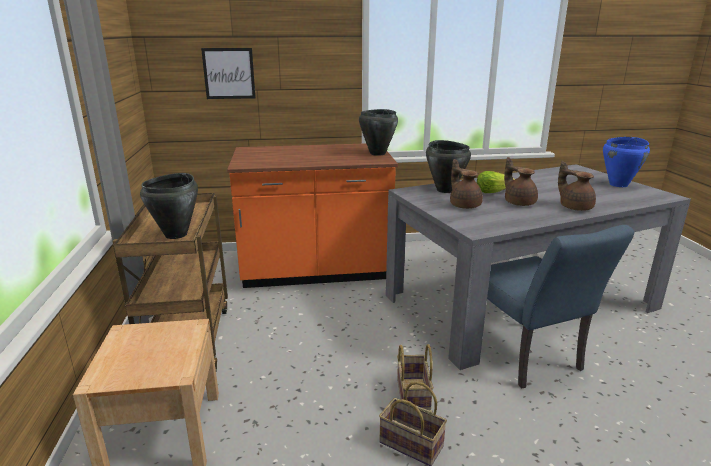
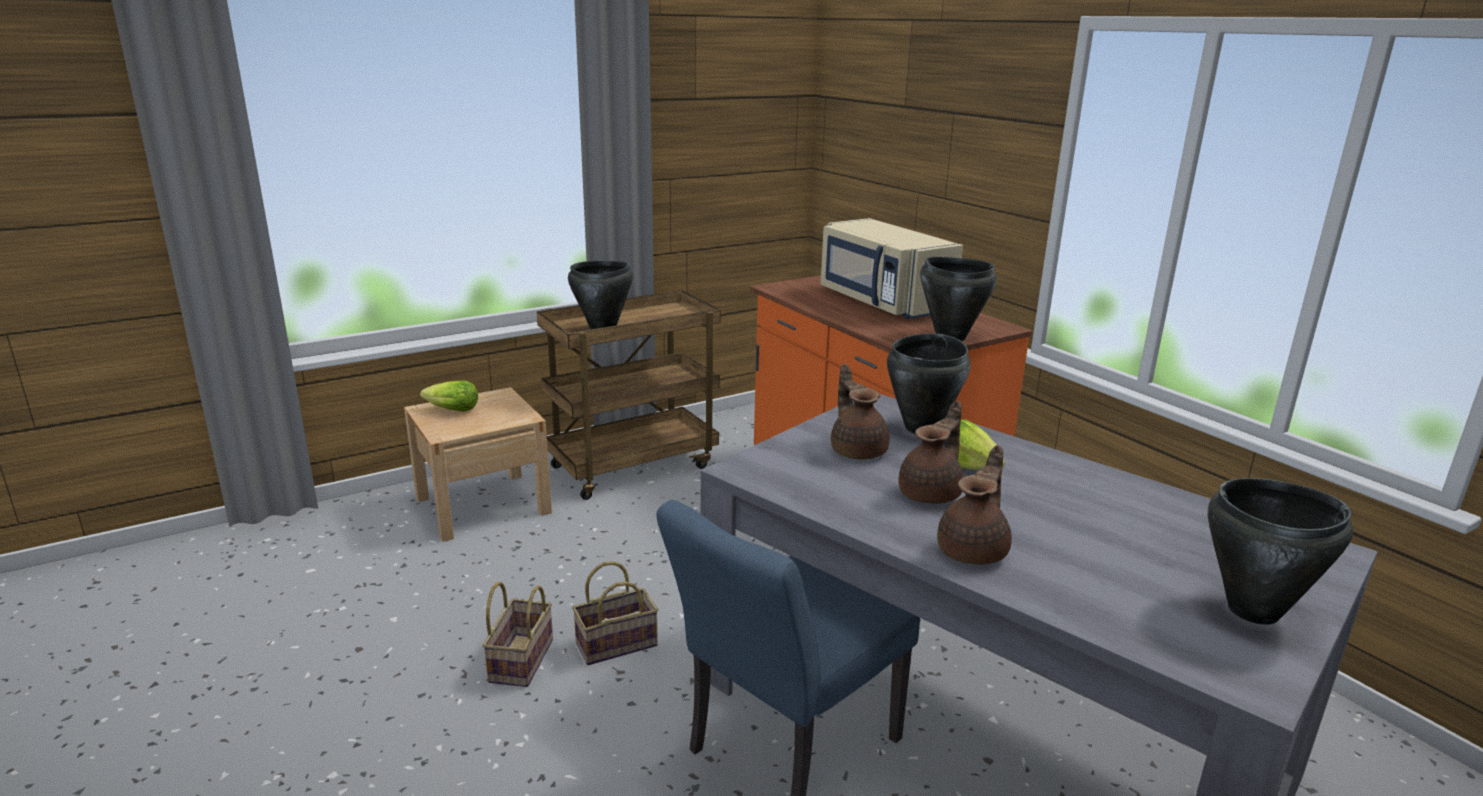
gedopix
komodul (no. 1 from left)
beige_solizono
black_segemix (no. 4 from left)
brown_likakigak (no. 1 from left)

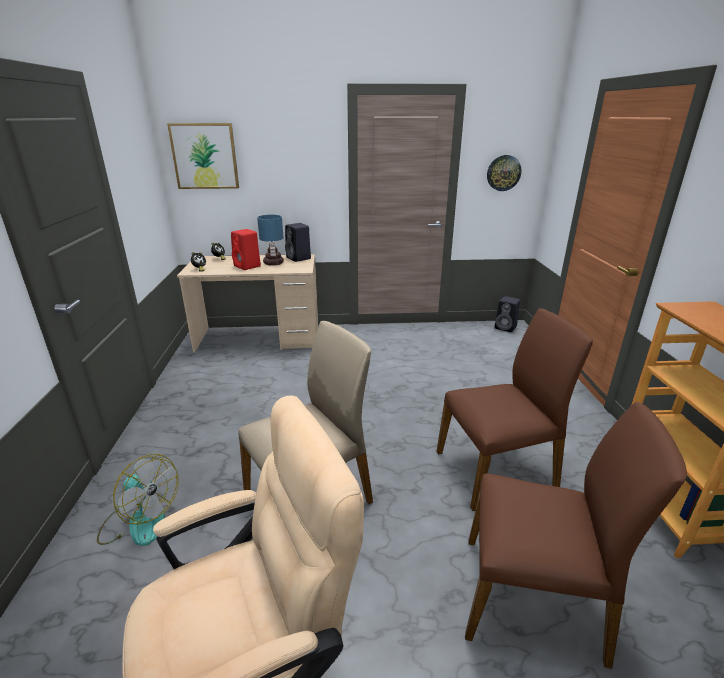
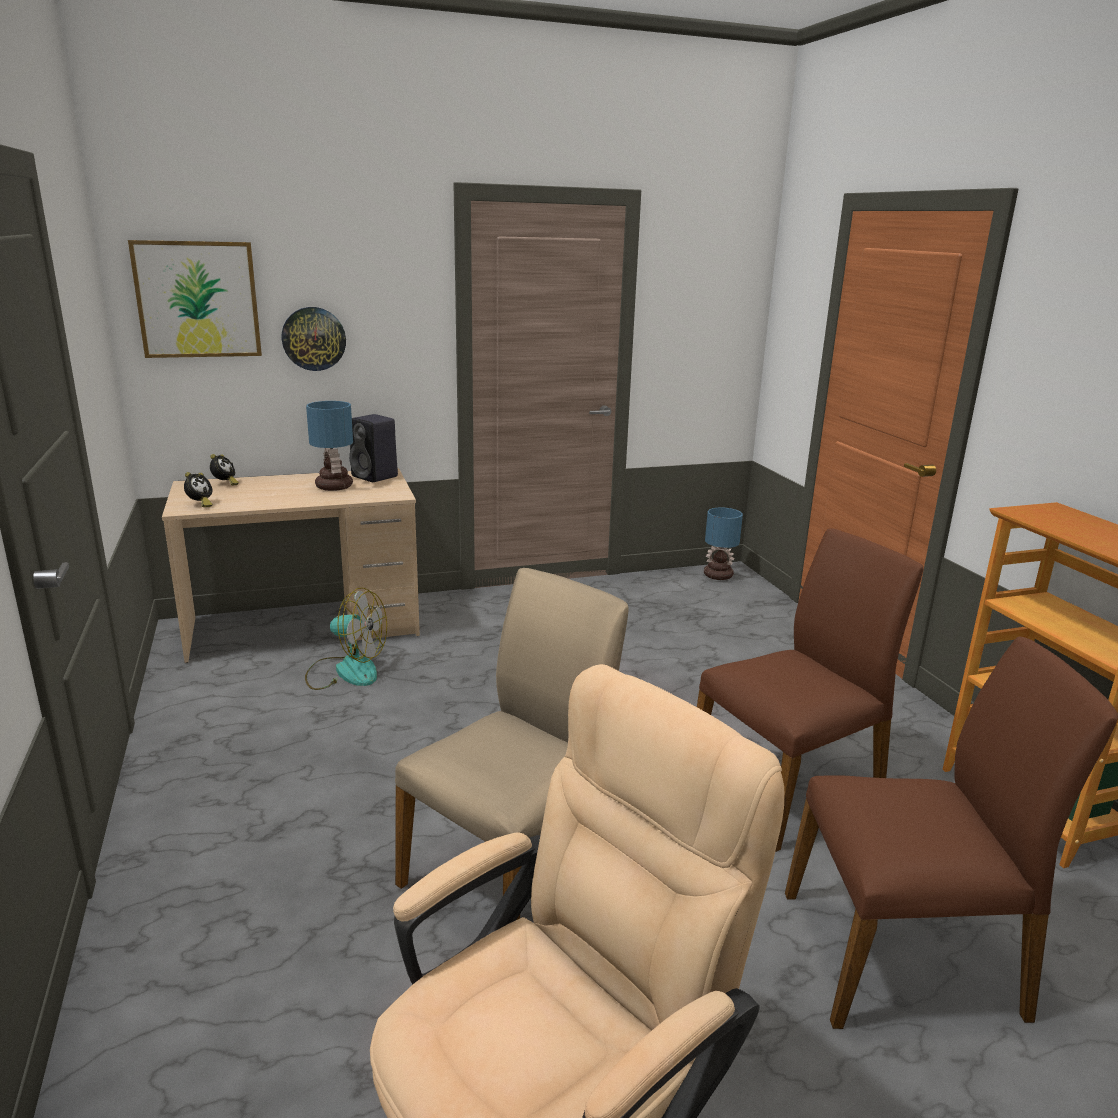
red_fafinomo
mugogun
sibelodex
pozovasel (no. 2 from left)

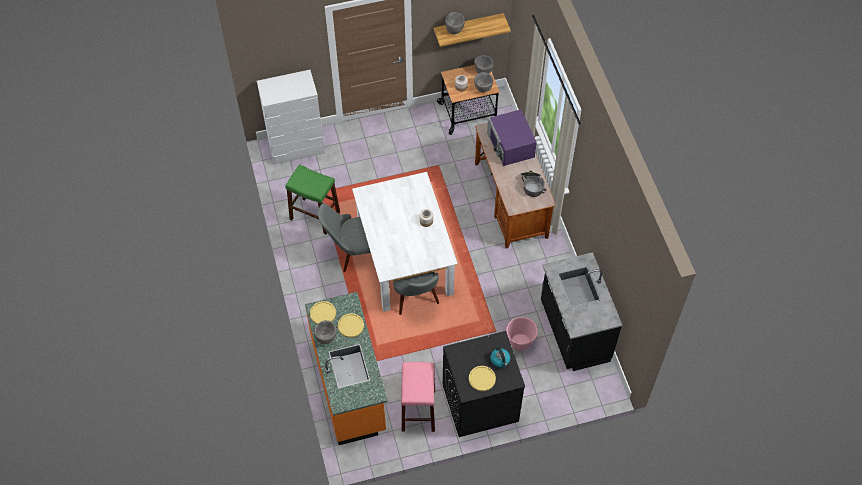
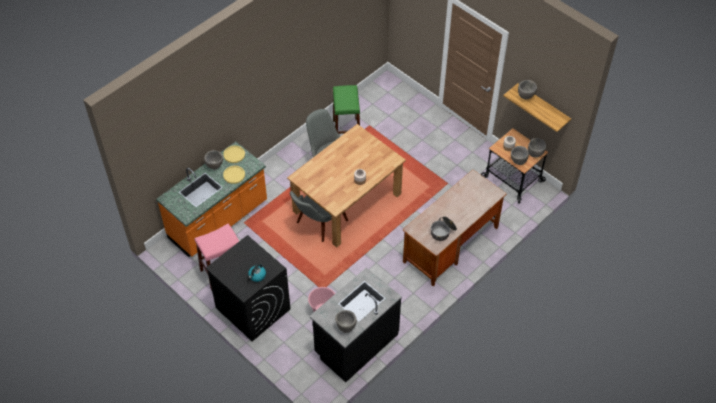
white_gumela
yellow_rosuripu (no. 3 from left in the first image)
purple_solizono
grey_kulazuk (no. 2 from left)
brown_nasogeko

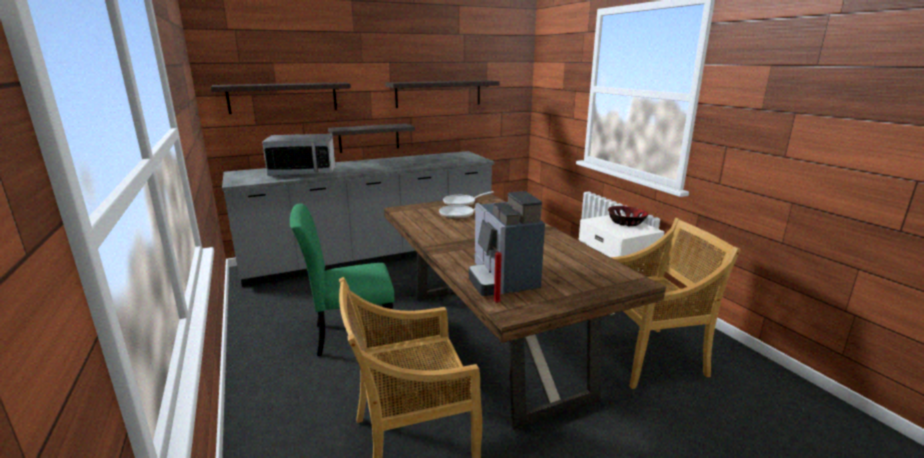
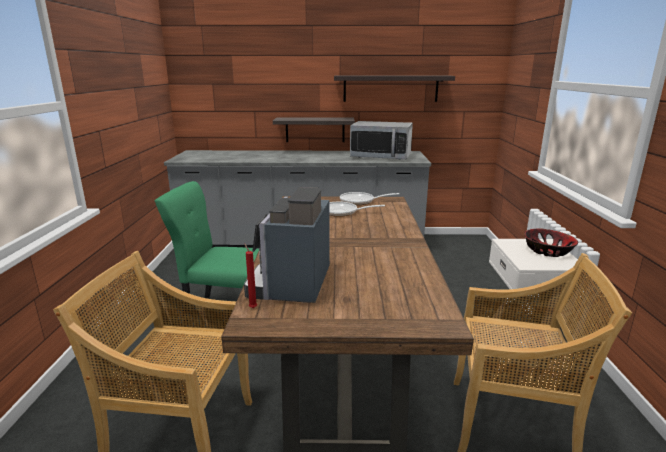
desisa (no. 1 from left in the first image)
solizono

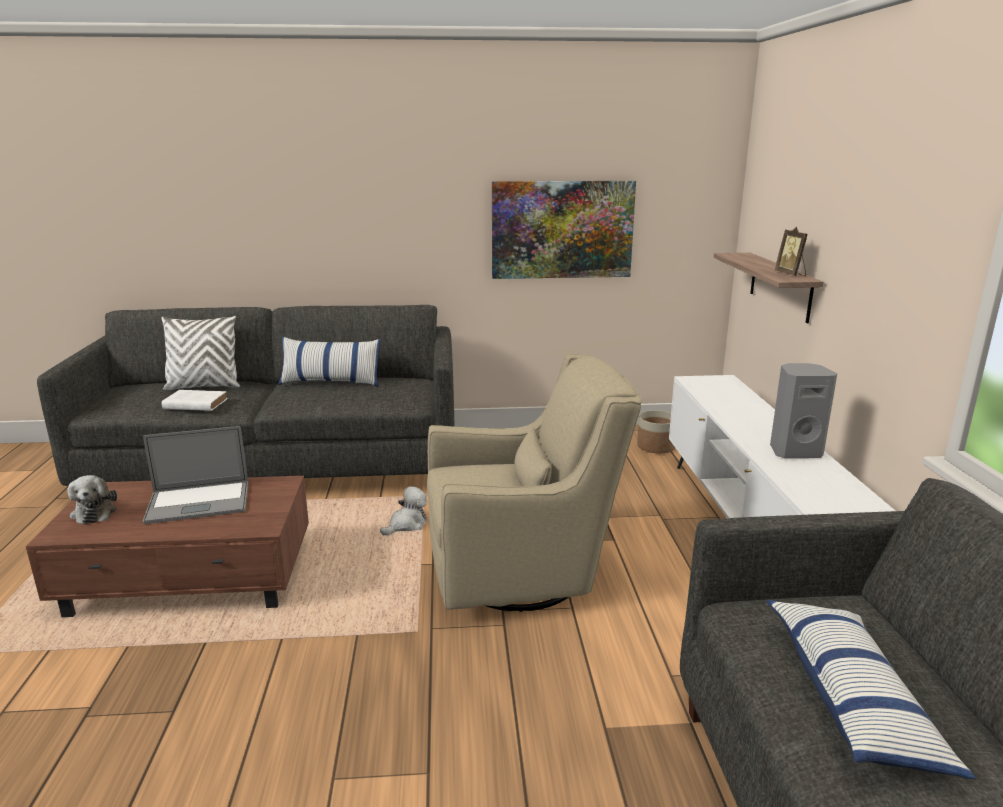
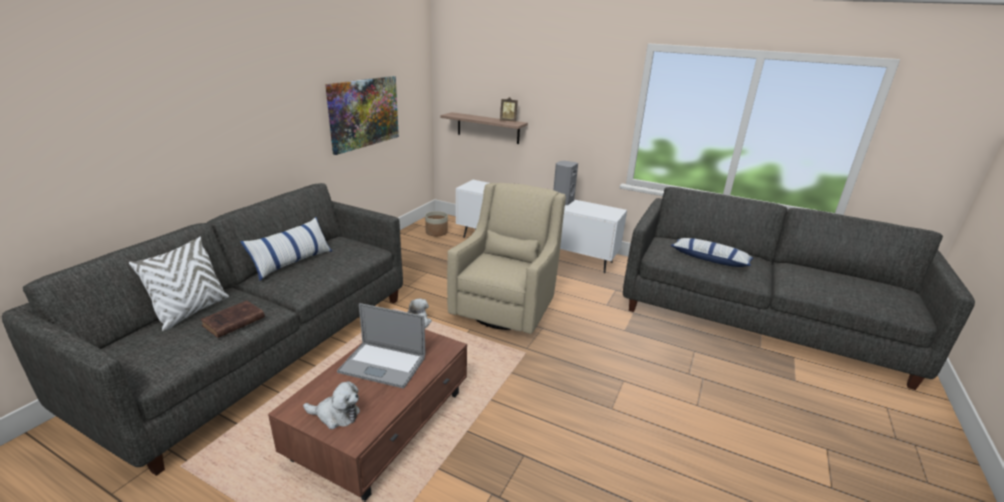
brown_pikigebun
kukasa

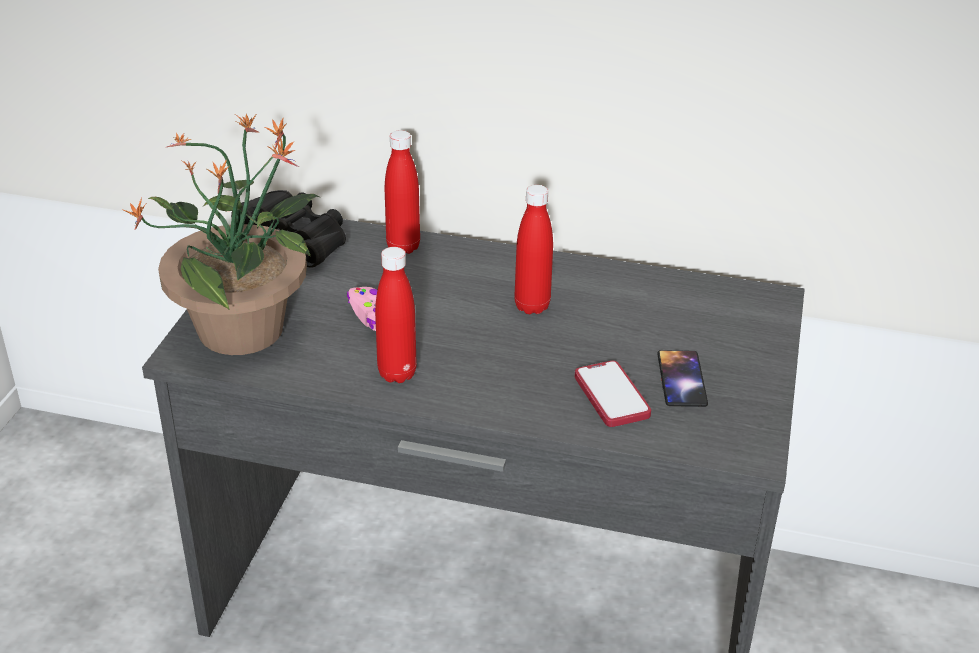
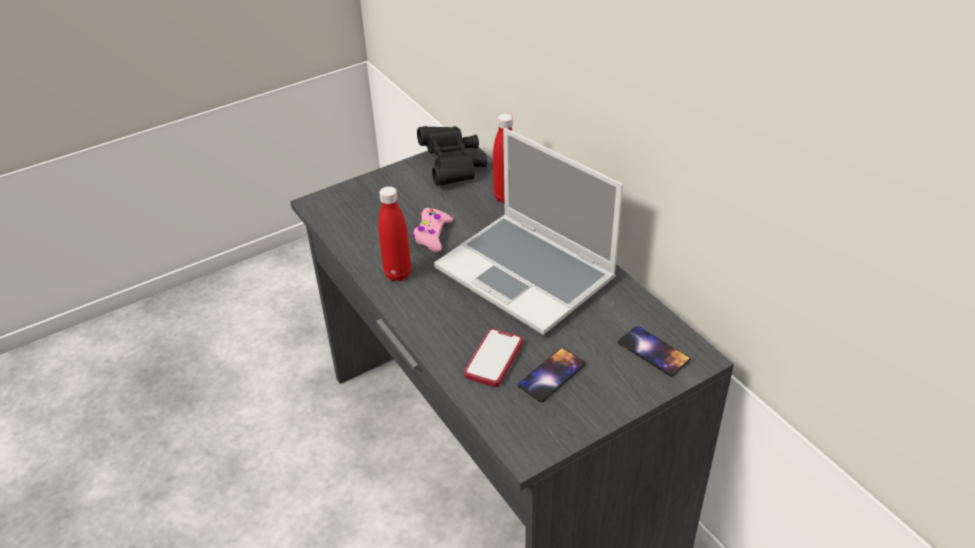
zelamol
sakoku (no. 3 from left)
kukasa

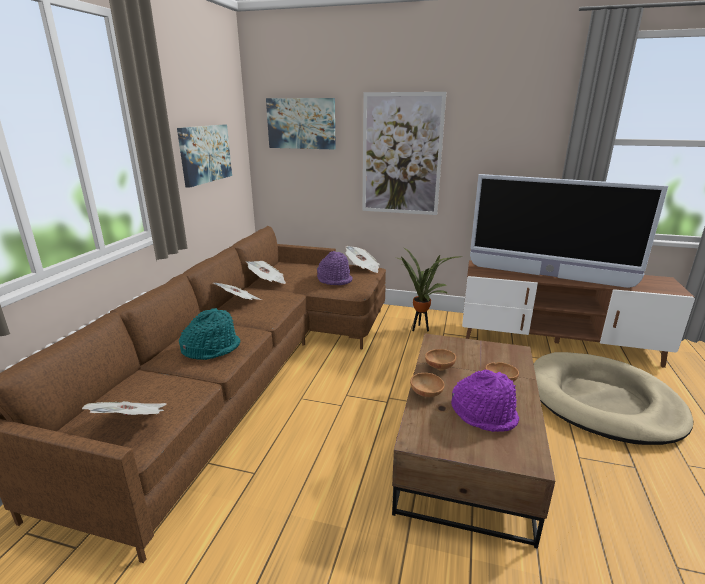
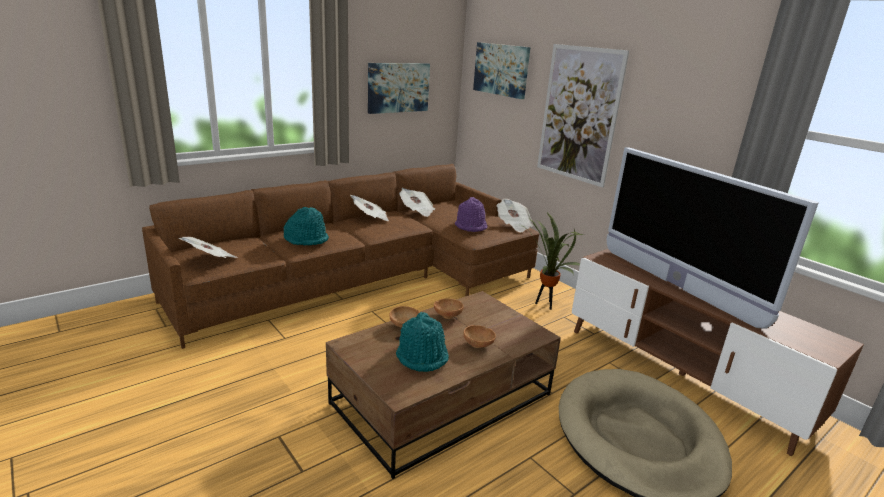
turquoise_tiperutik (no. 2 from left)

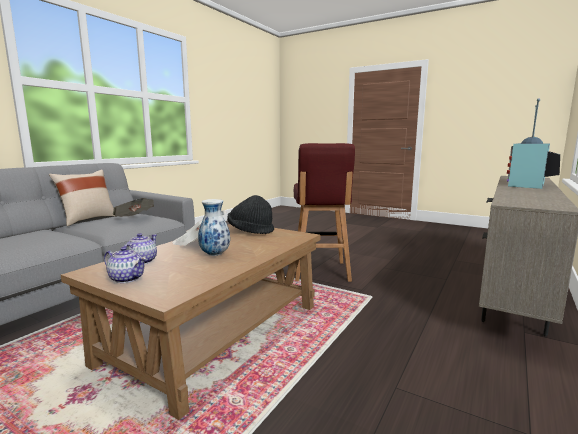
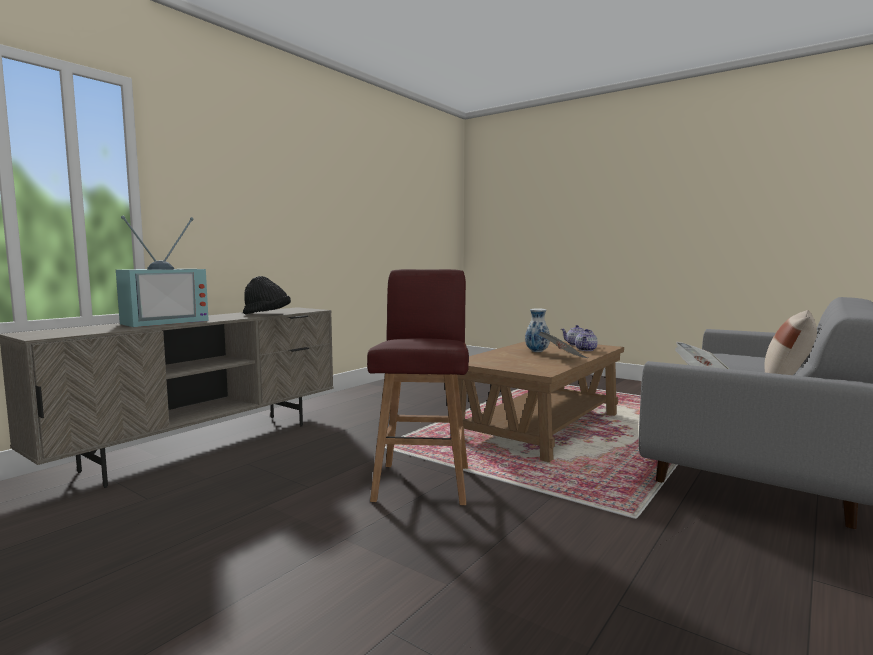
black_tiperutik

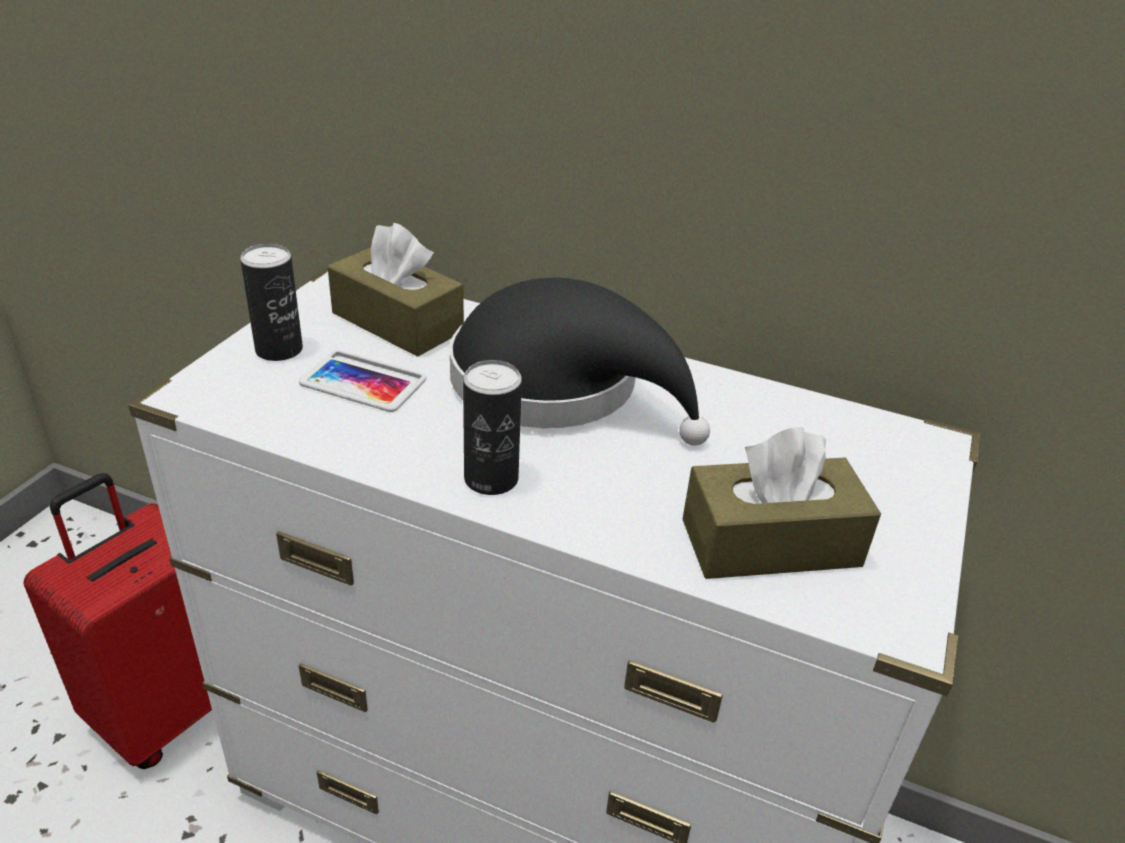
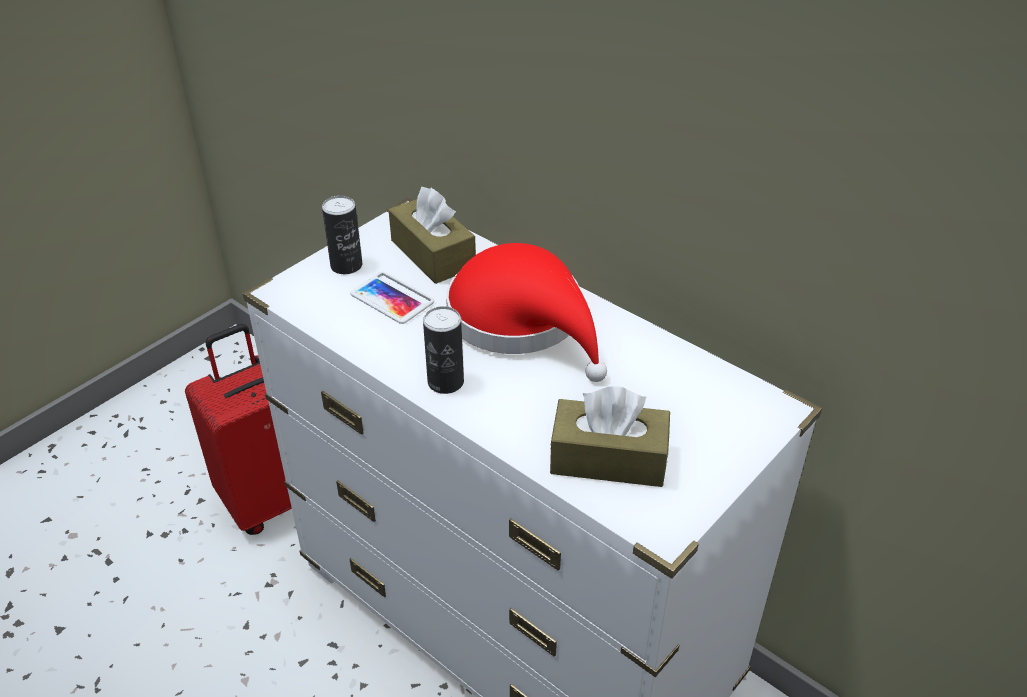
red_tiperutik

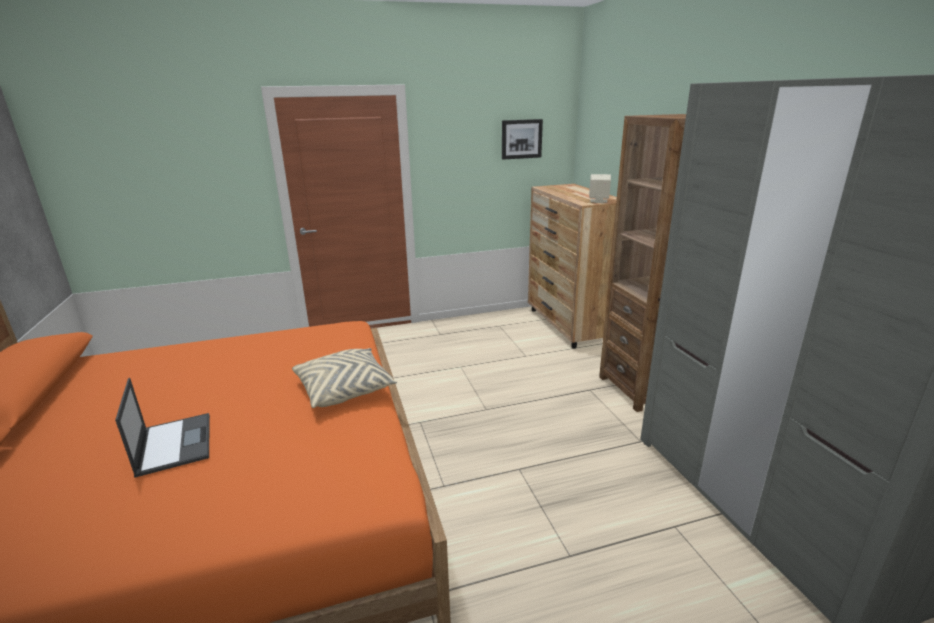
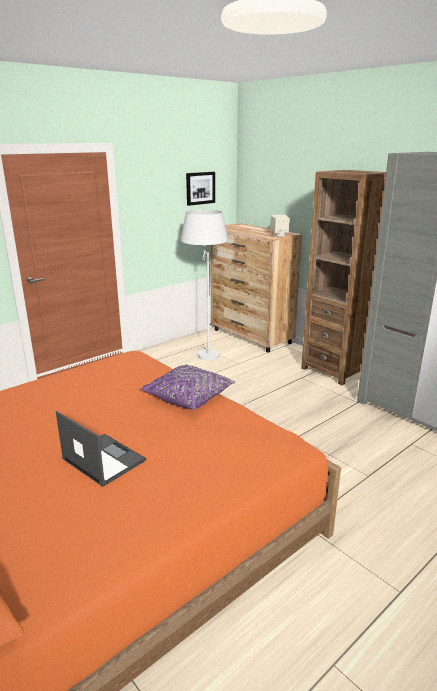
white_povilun
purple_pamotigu

